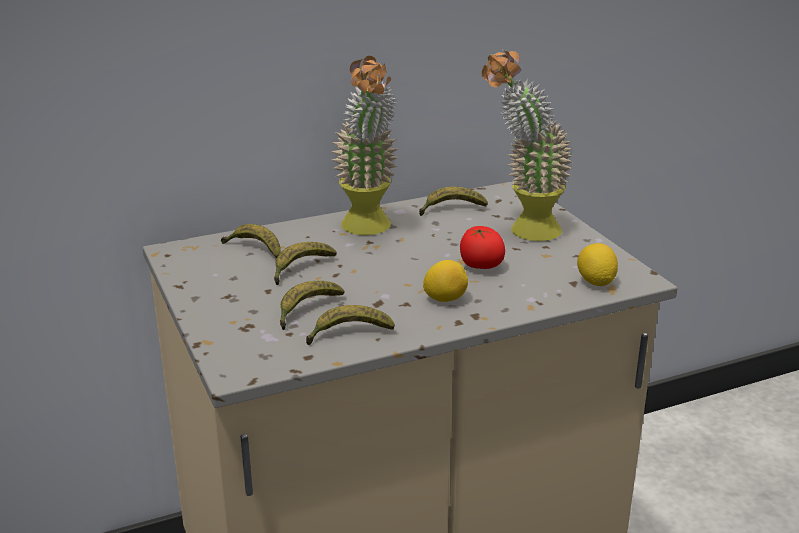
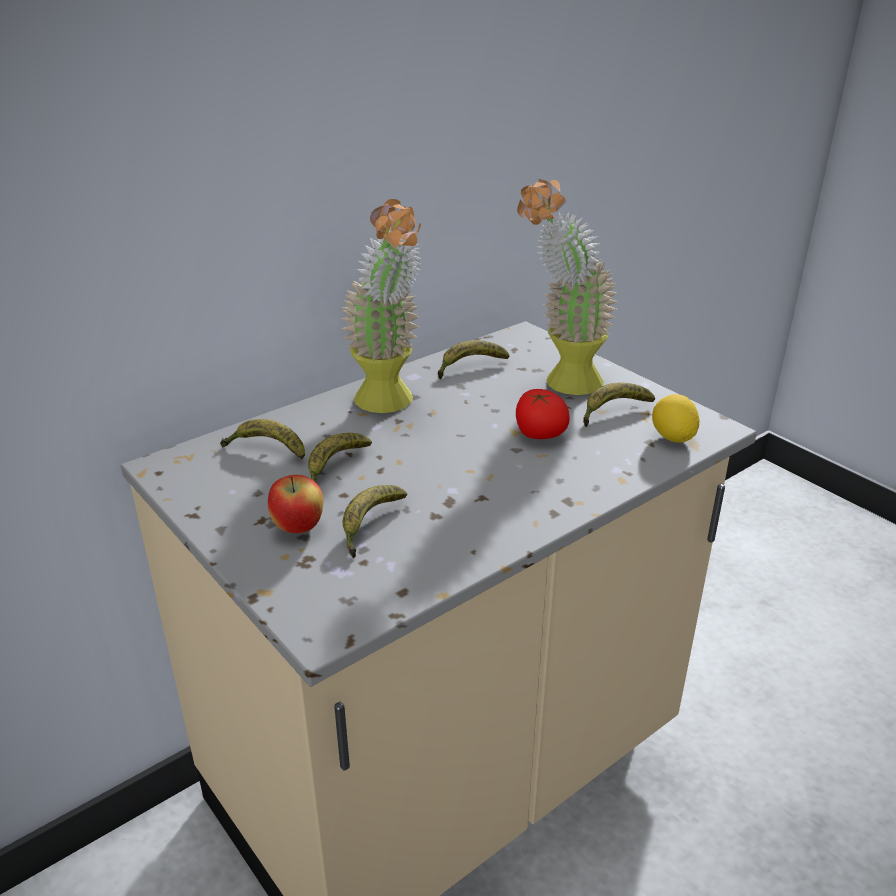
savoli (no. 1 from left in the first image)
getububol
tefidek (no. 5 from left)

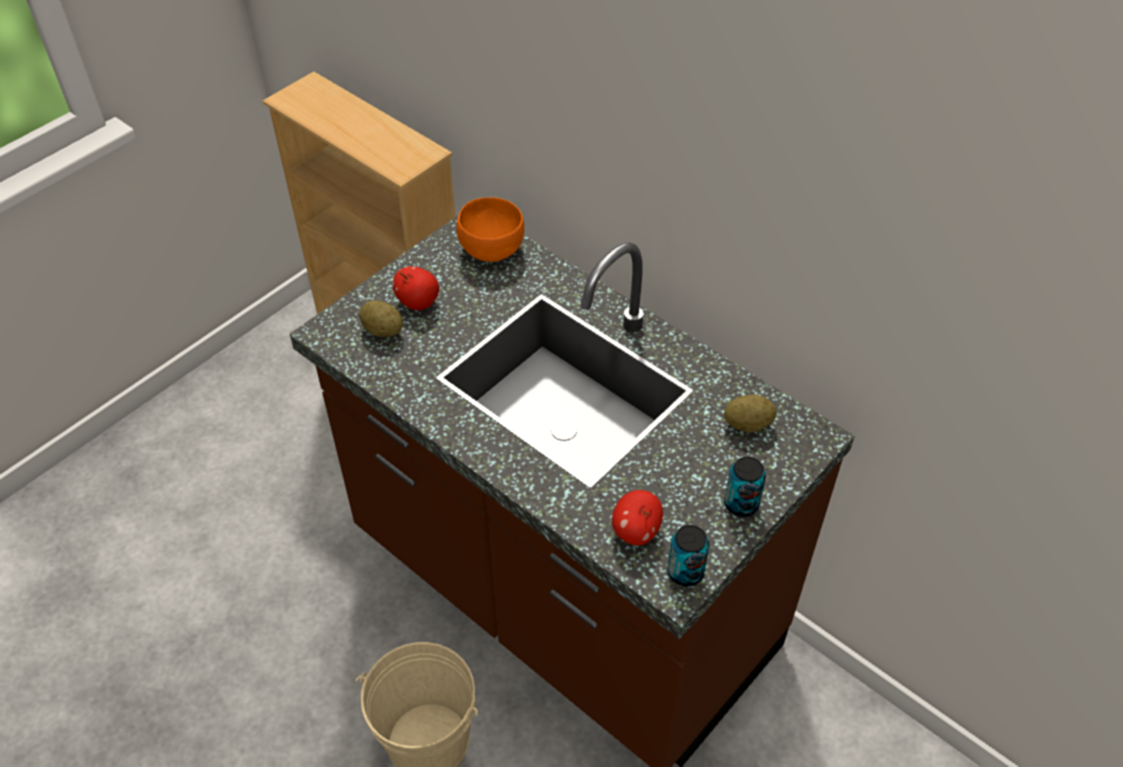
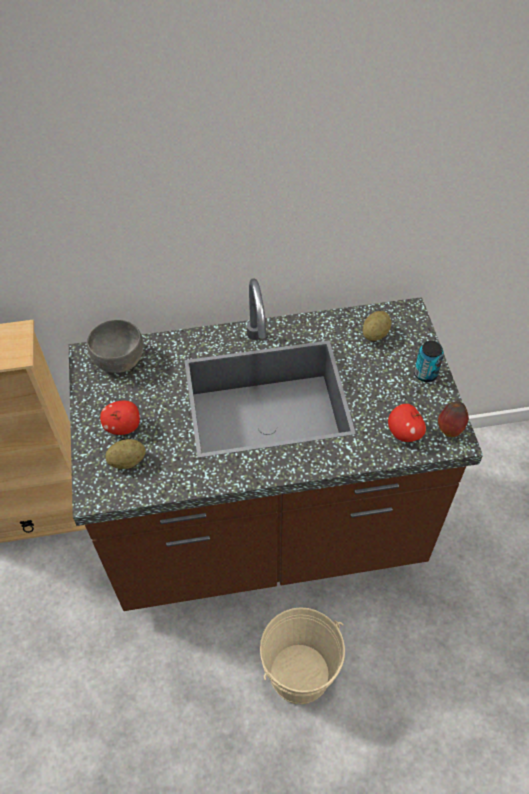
getububol (no. 3 from left)
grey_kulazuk

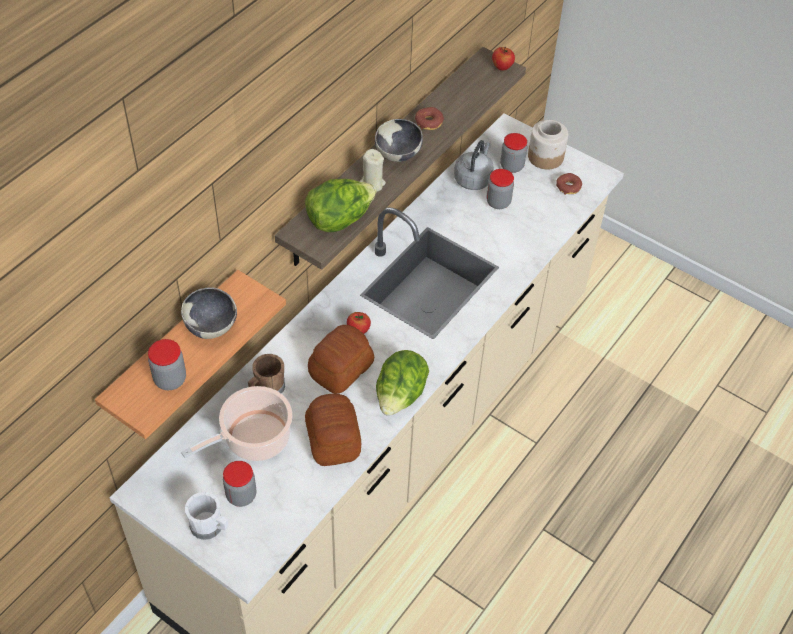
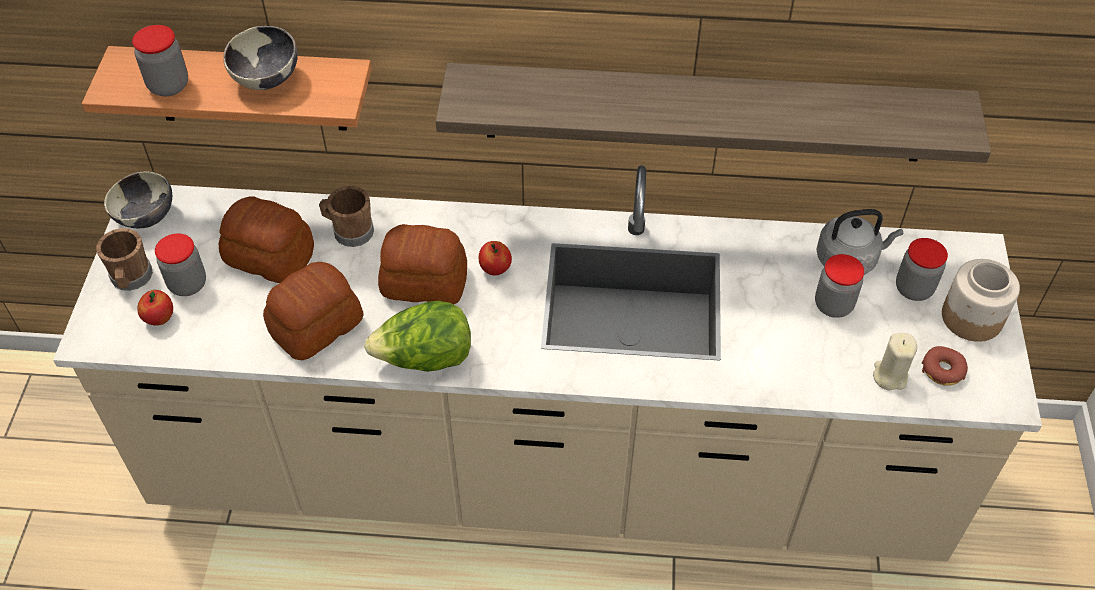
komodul (no. 1 from left in the first image)
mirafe (no. 1 from left in the first image)
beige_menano
kulazuk (no. 1 from left)
getububol (no. 1 from left)
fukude (no. 1 from left)
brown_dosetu (no. 1 from left)

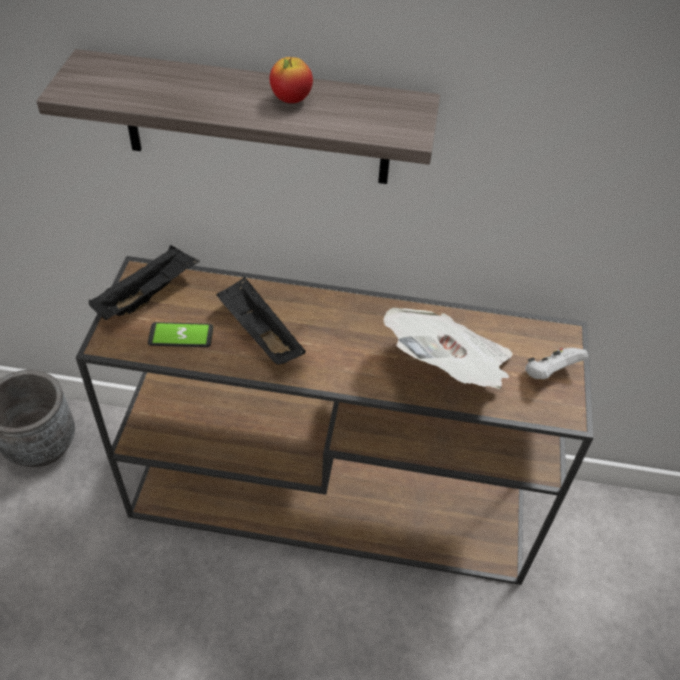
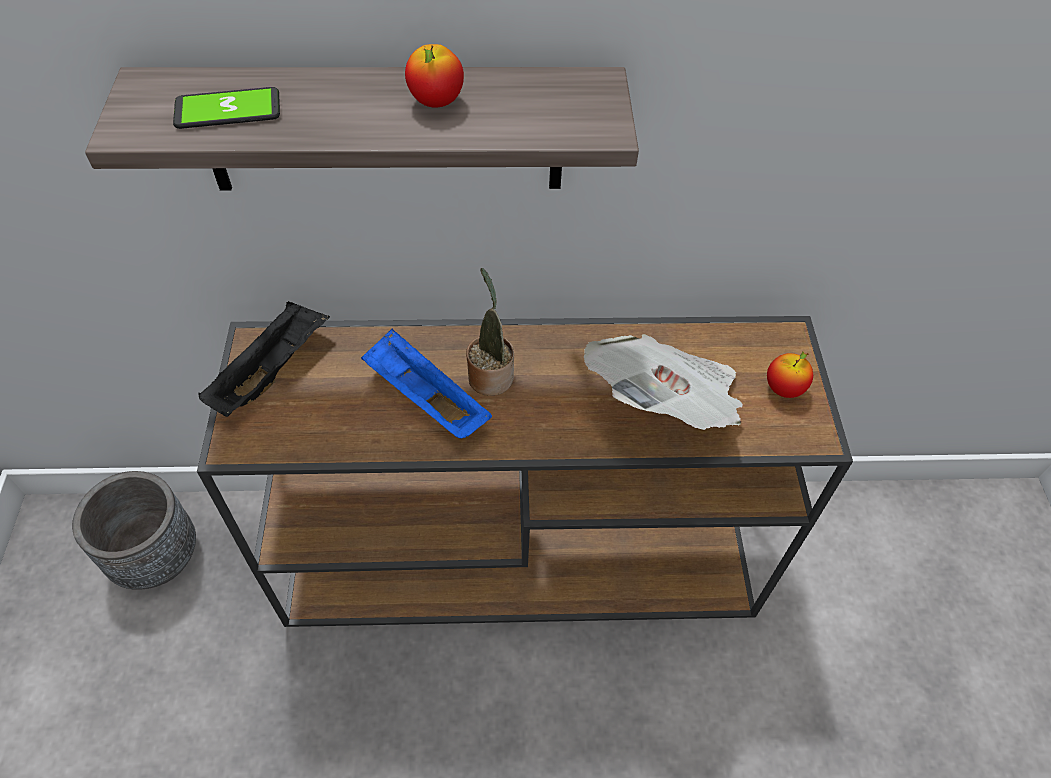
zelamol
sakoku
getububol (no. 2 from left)
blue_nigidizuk

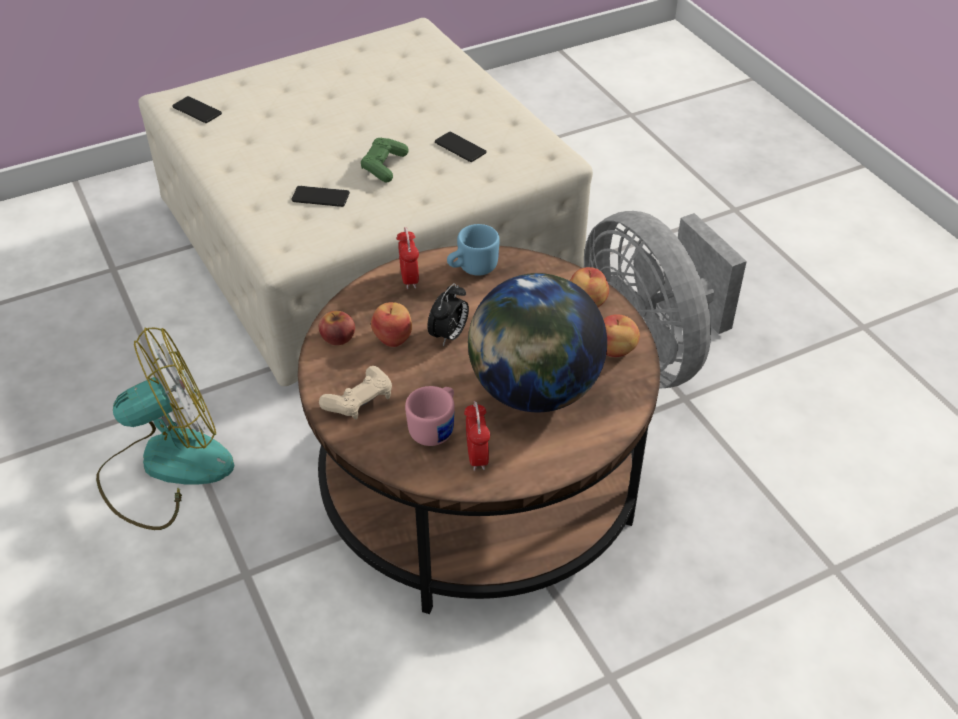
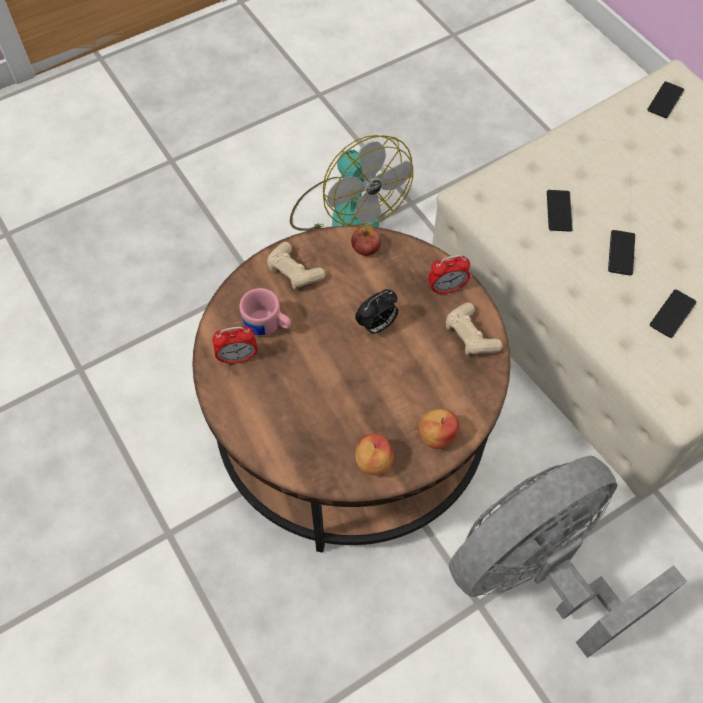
getububol (no. 2 from left in the first image)
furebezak
sakoku (no. 2 from left)
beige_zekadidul (no. 2 from left)
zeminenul (no. 2 from left)

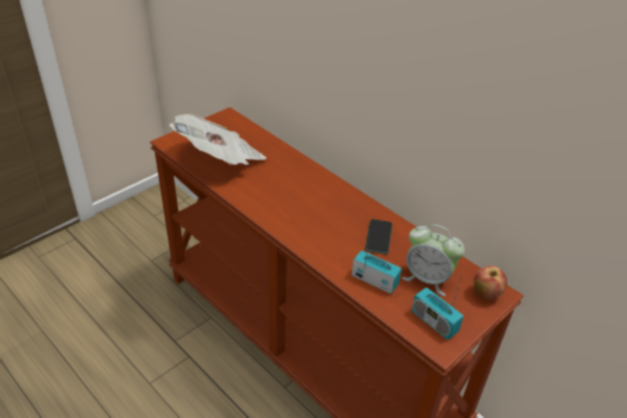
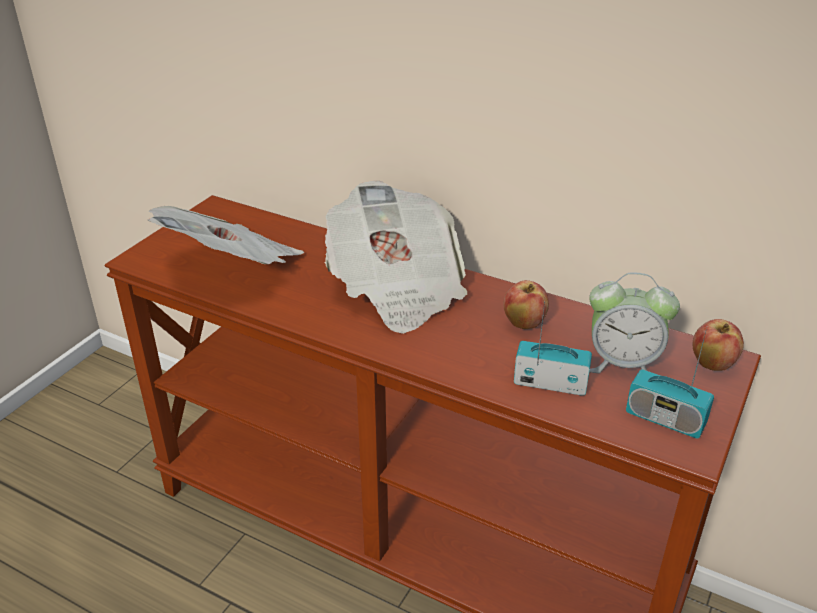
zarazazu (no. 2 from left)
getububol (no. 1 from left)

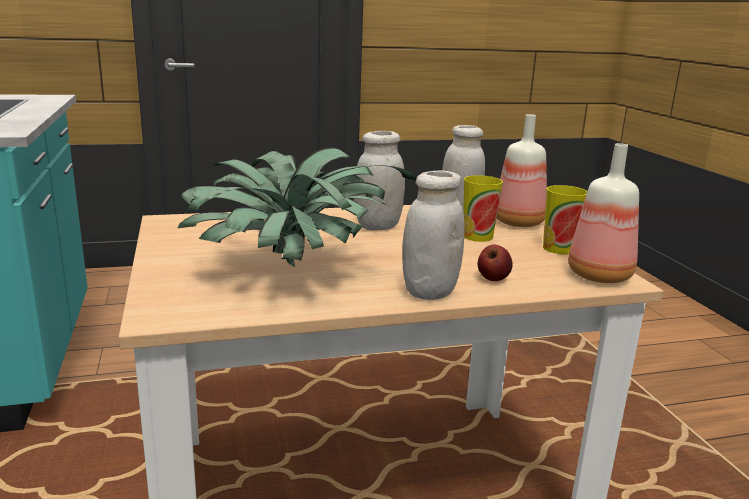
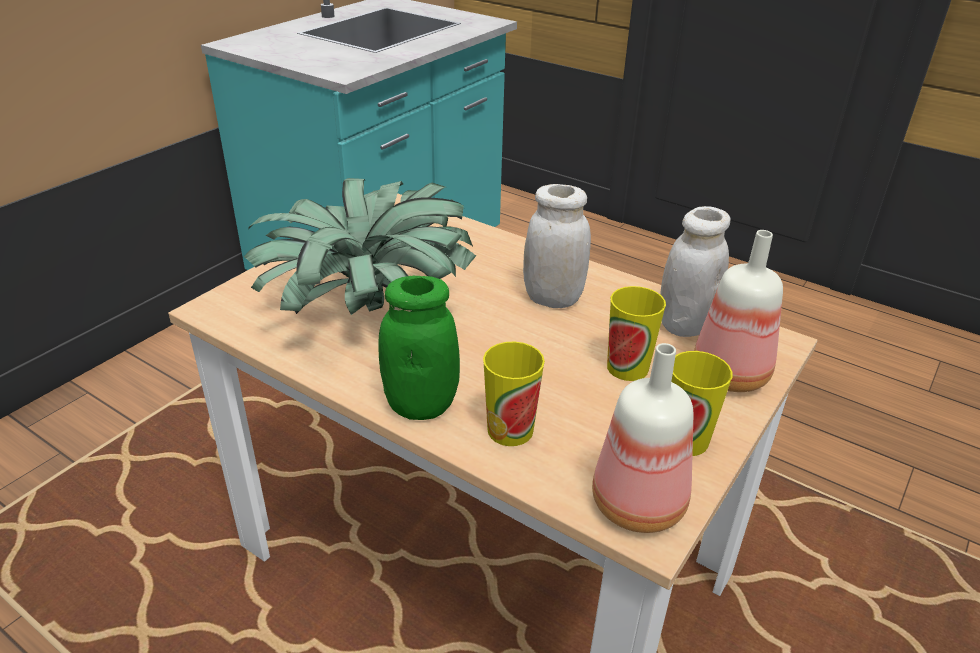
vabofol (no. 1 from left)
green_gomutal

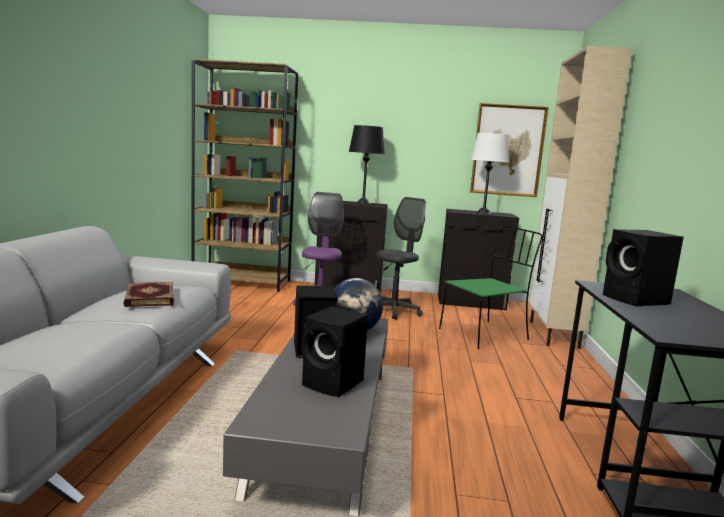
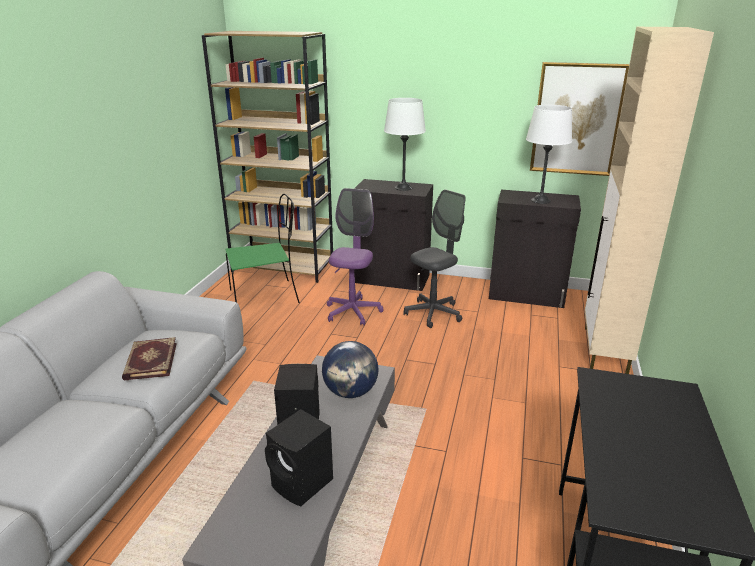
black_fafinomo (no. 3 from left in the first image)
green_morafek
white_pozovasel (no. 1 from left)

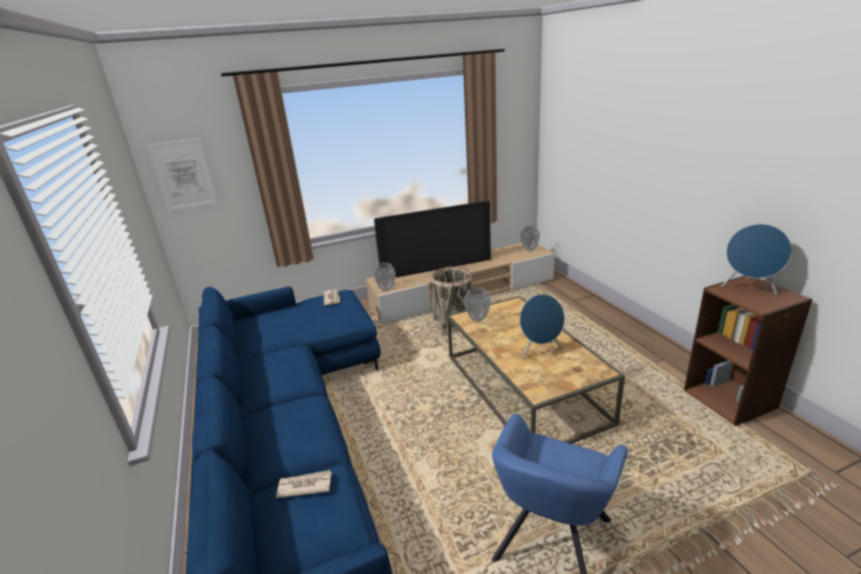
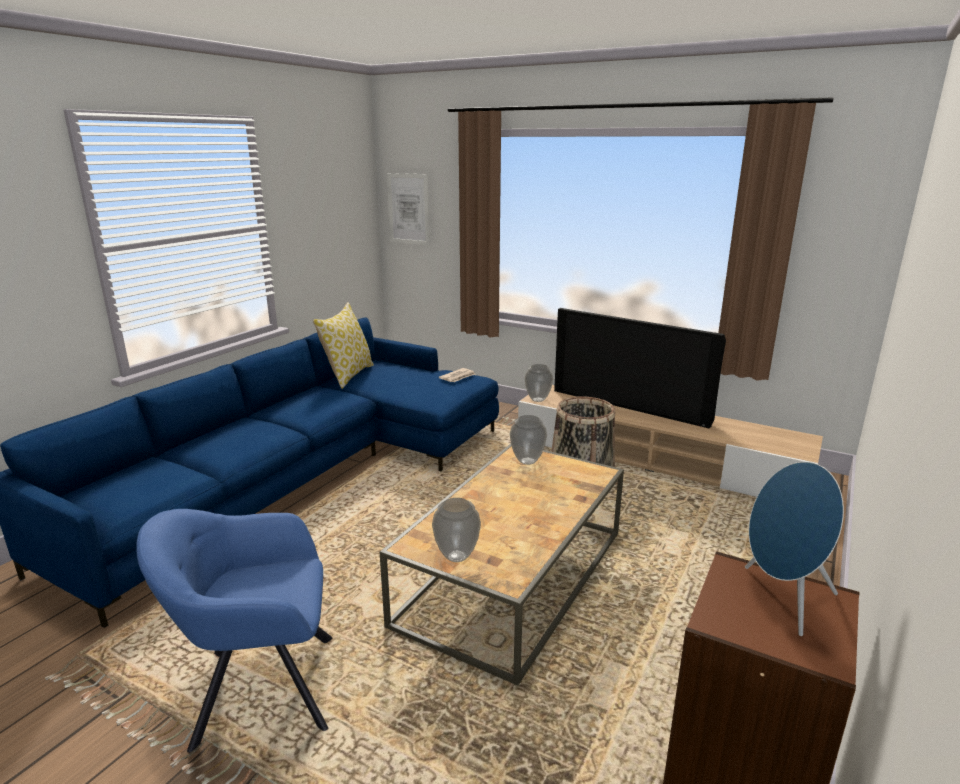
zarazazu (no. 1 from left in the first image)
blue_fafinomo (no. 1 from left in the first image)
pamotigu
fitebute (no. 1 from left)

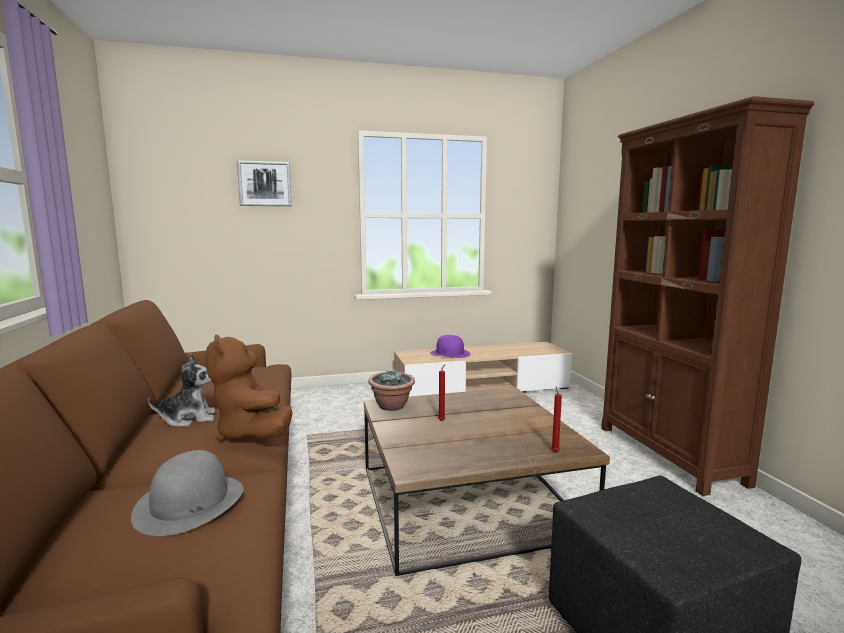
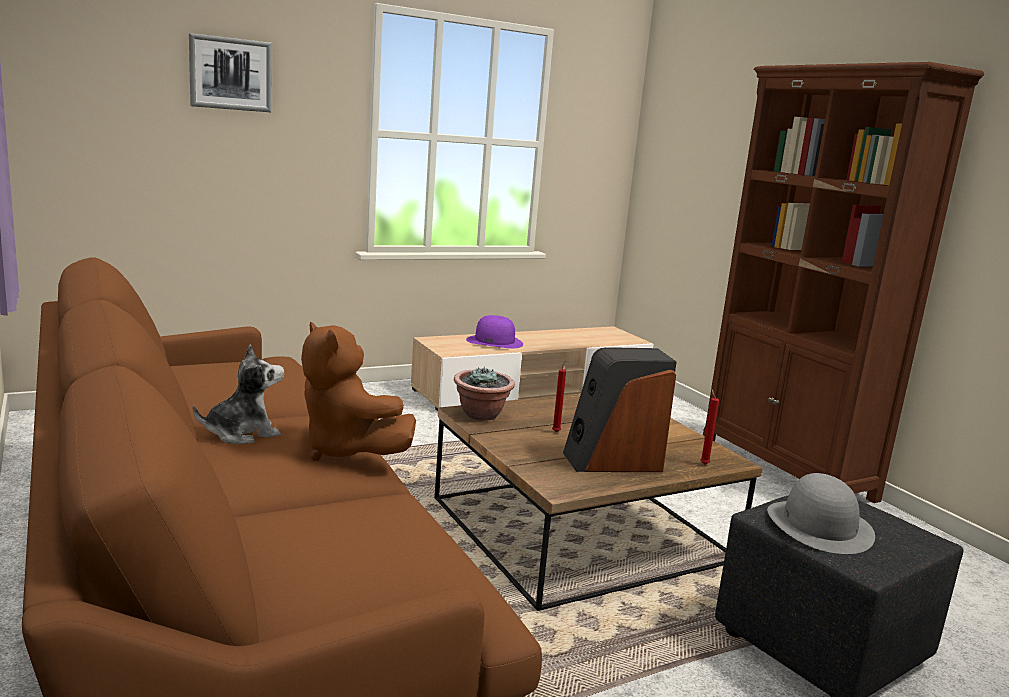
fafinomo
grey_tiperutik

